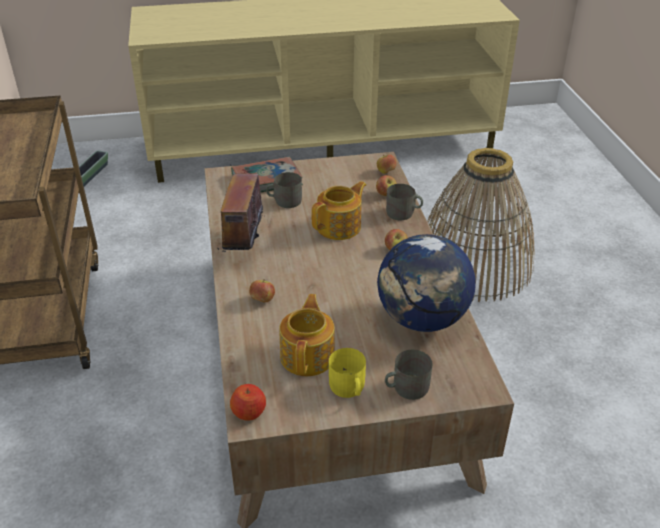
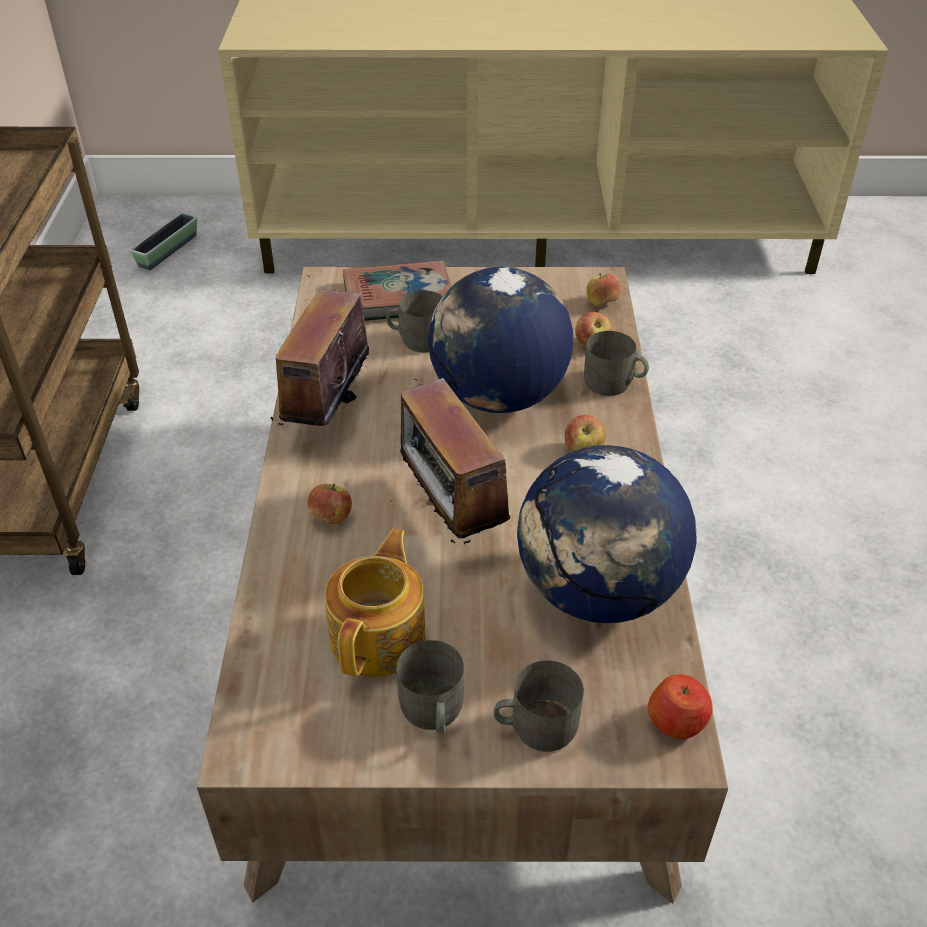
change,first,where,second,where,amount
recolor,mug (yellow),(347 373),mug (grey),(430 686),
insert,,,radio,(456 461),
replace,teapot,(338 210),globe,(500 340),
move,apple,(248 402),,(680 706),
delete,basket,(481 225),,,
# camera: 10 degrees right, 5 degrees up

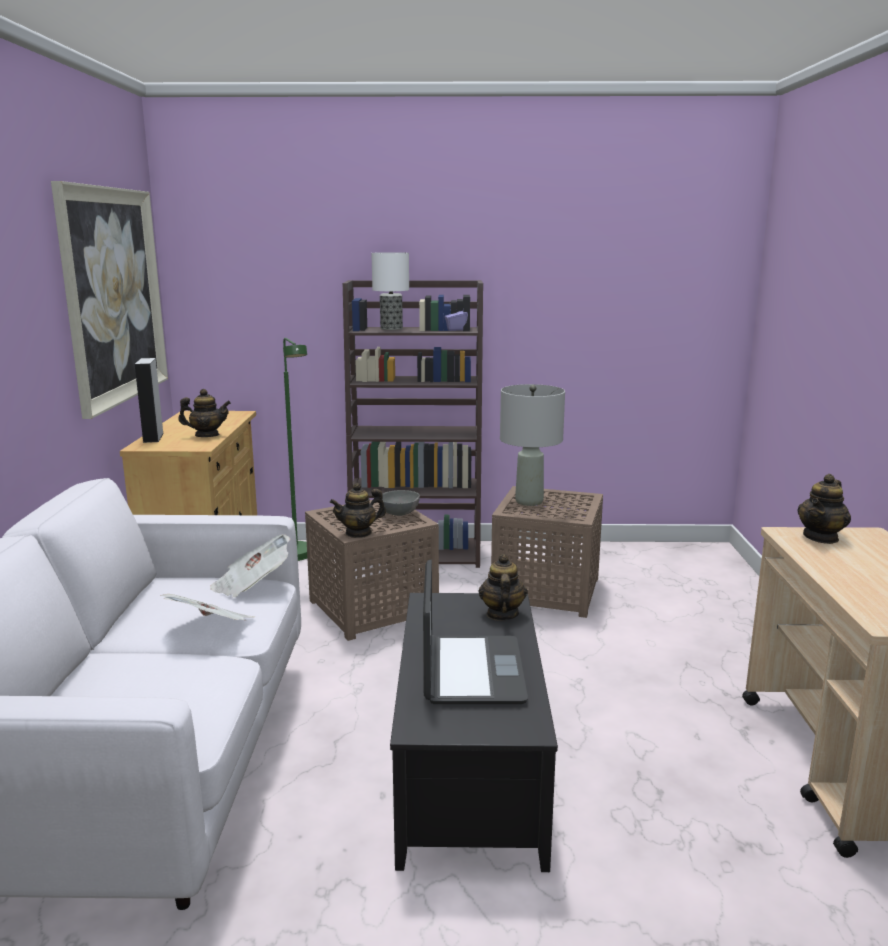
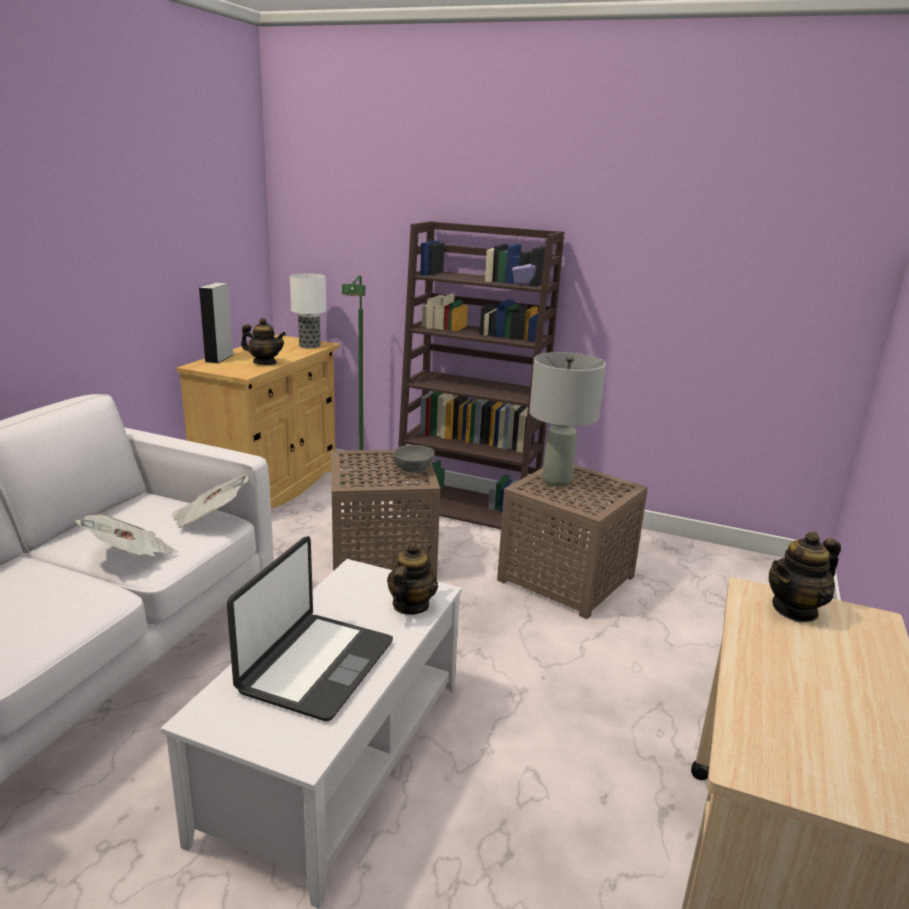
change,first,where,second,where,amount
recolor,coffee table (black),(474 732),coffee table (white),(311 734),
move,table lamp,(390 291),,(308 311),
delete,picture,(109 300),,,
delete,teapot,(358 510),,,
# camera: 20 degrees right, 5 degrees up

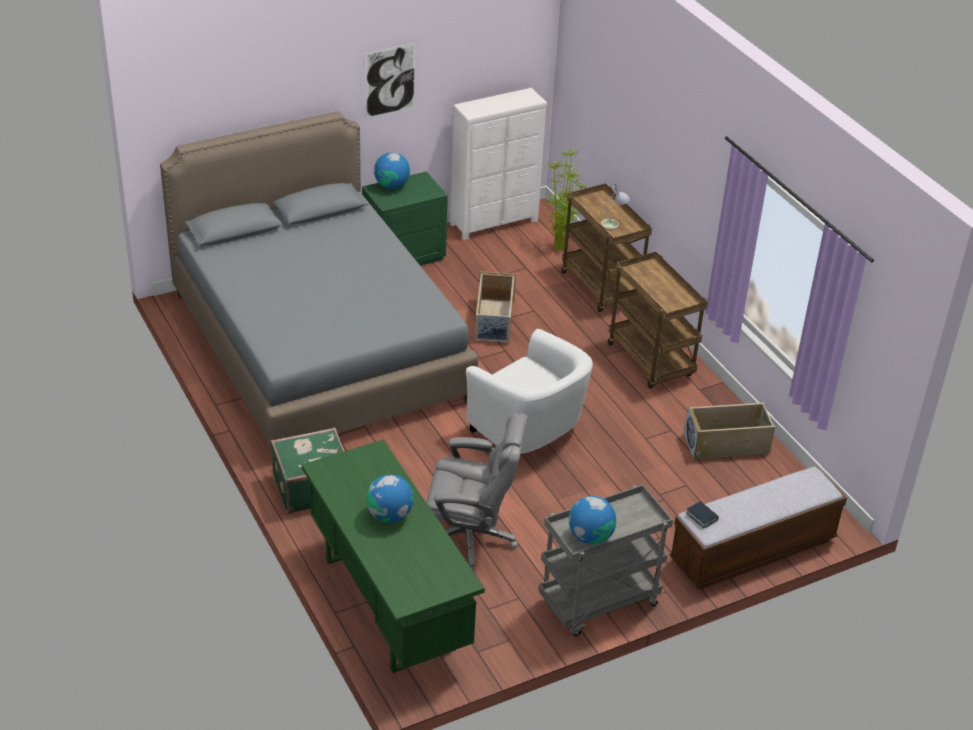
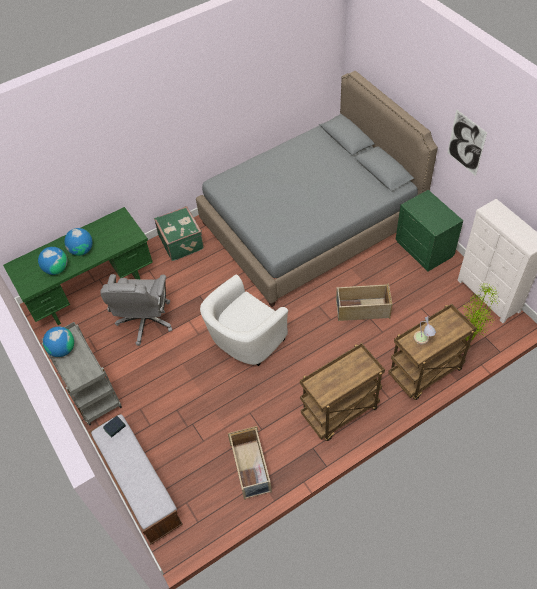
change,first,where,second,where,amount
move,globe,(392 171),,(52 261),
# camera: 90 degrees right, 15 degrees up

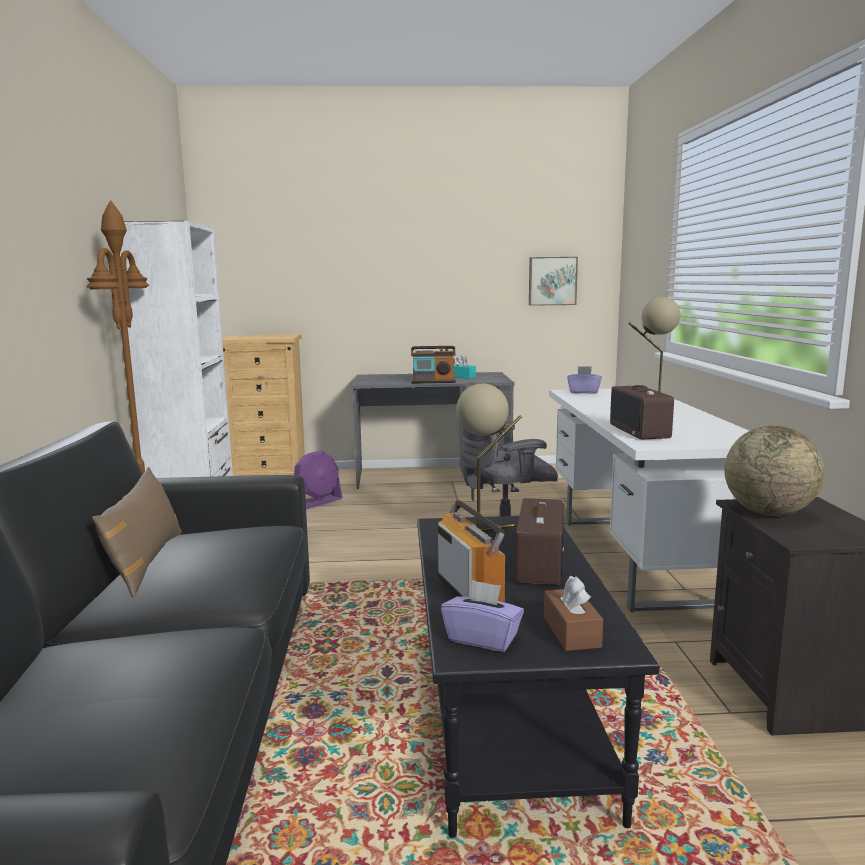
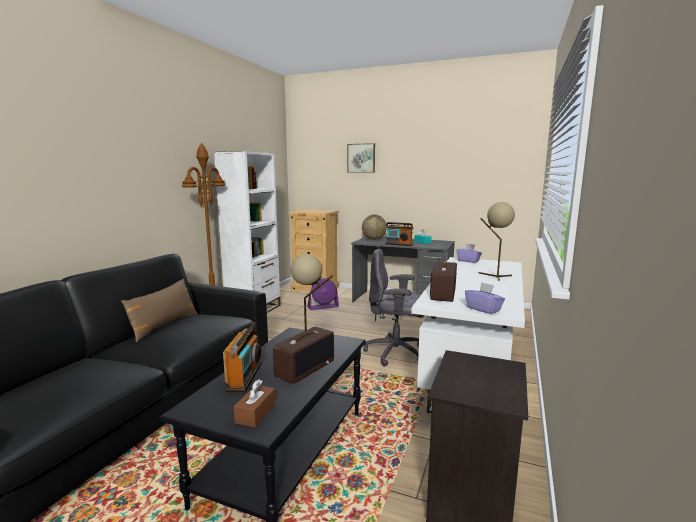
change,first,where,second,where,amount
move,picture,(553 281),,(361 158),
move,globe,(774 471),,(374 226),
move,tissue box (purple),(482 616),,(485 298),
# camera: 25 degrees right, 0 degrees up

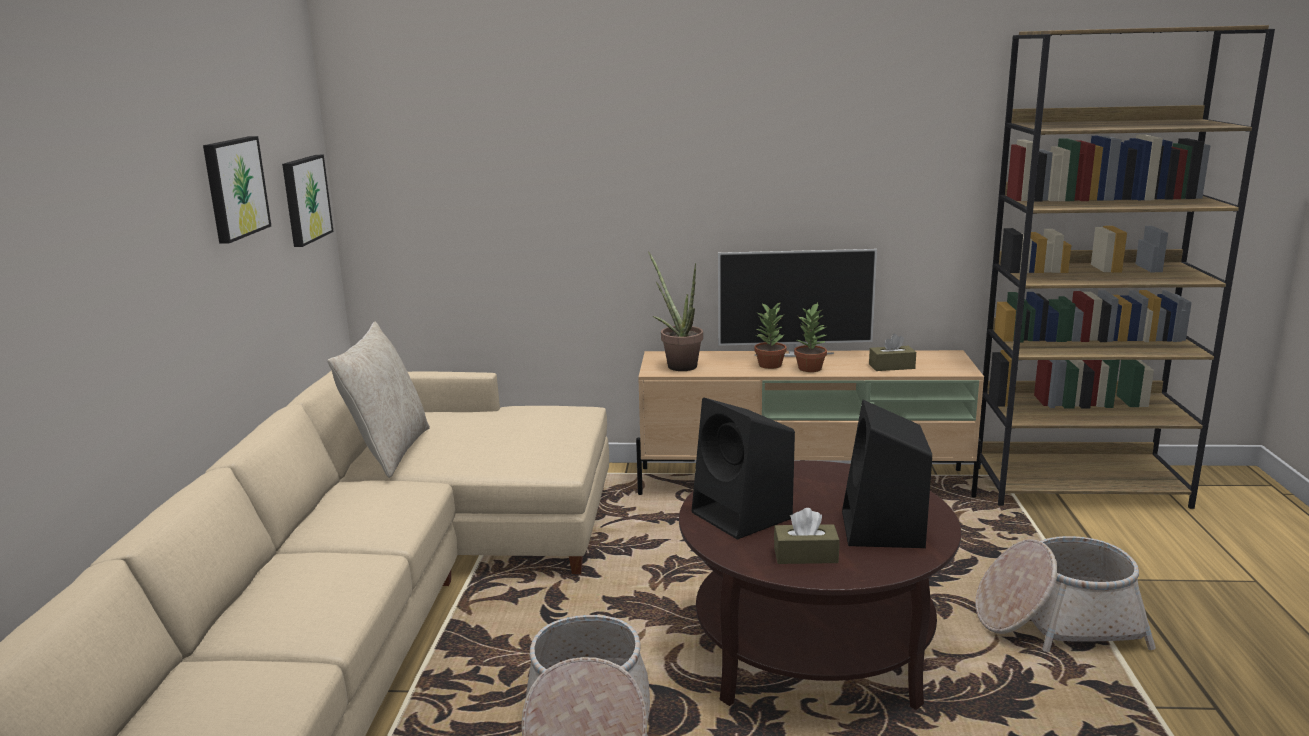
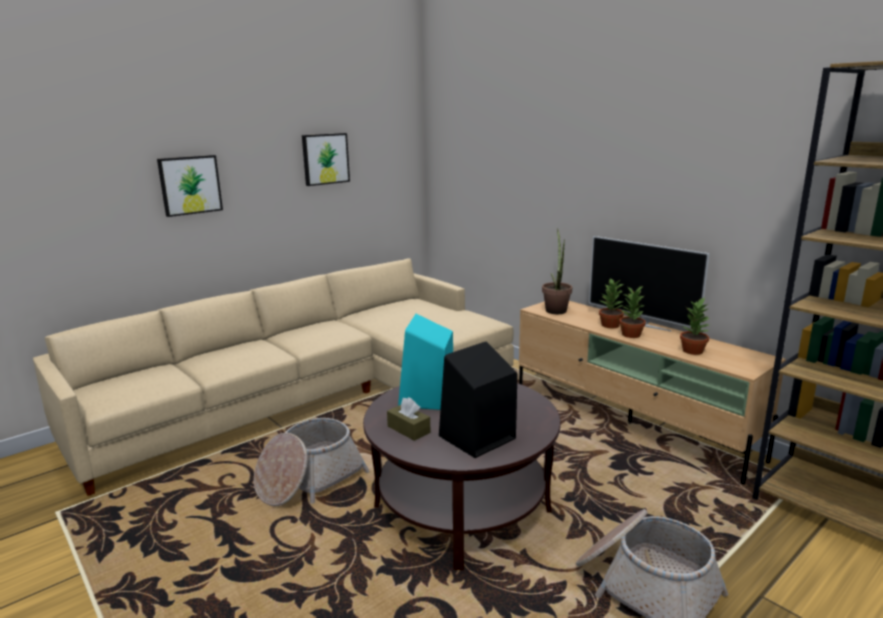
change,first,where,second,where,amount
move,picture,(308 201),,(190 186),
recolor,speaker (black),(743 468),speaker (turquoise),(425 362),
replace,tissue box (brown),(892 352),potted plant,(695 326),
delete,pillow (beige),(378 400),,,
# camera: 45 degrees right, 0 degrees up

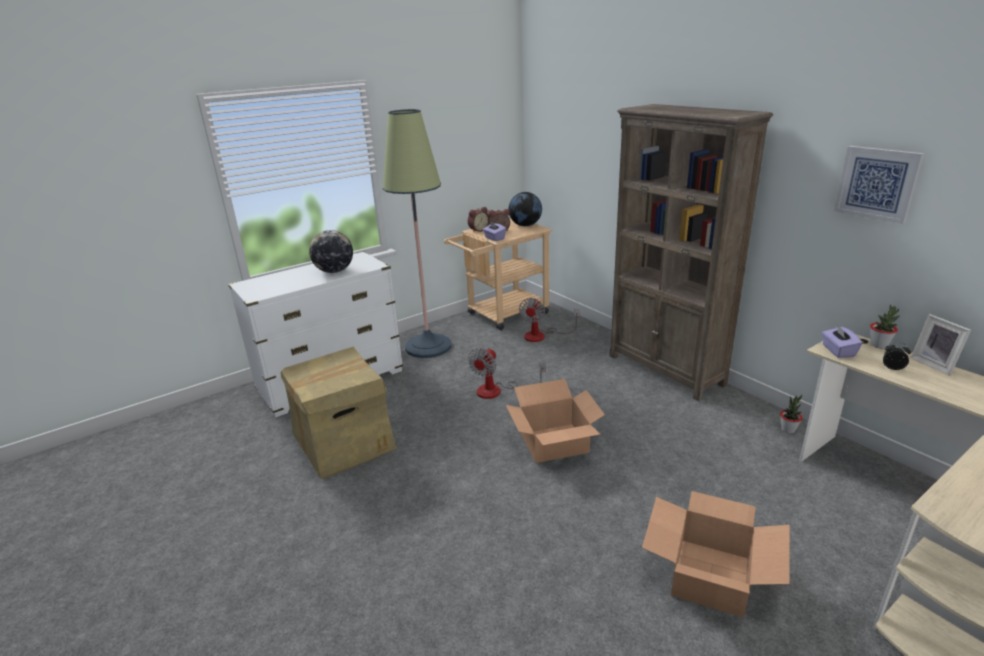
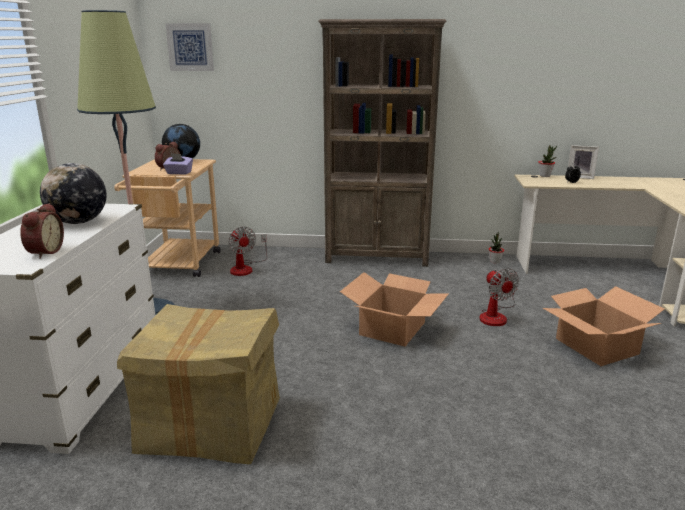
change,first,where,second,where,amount
move,alarm clock,(478 220),,(42 231),
move,picture,(879 185),,(189 47),
move,fan,(507 373),,(499 297),
delete,tissue box (purple),(842 341),,,
# camera: 50 degrees left, 5 degrees down

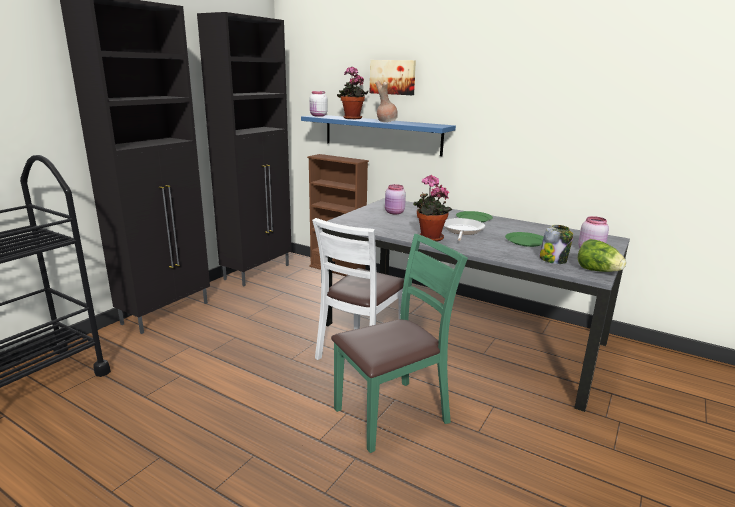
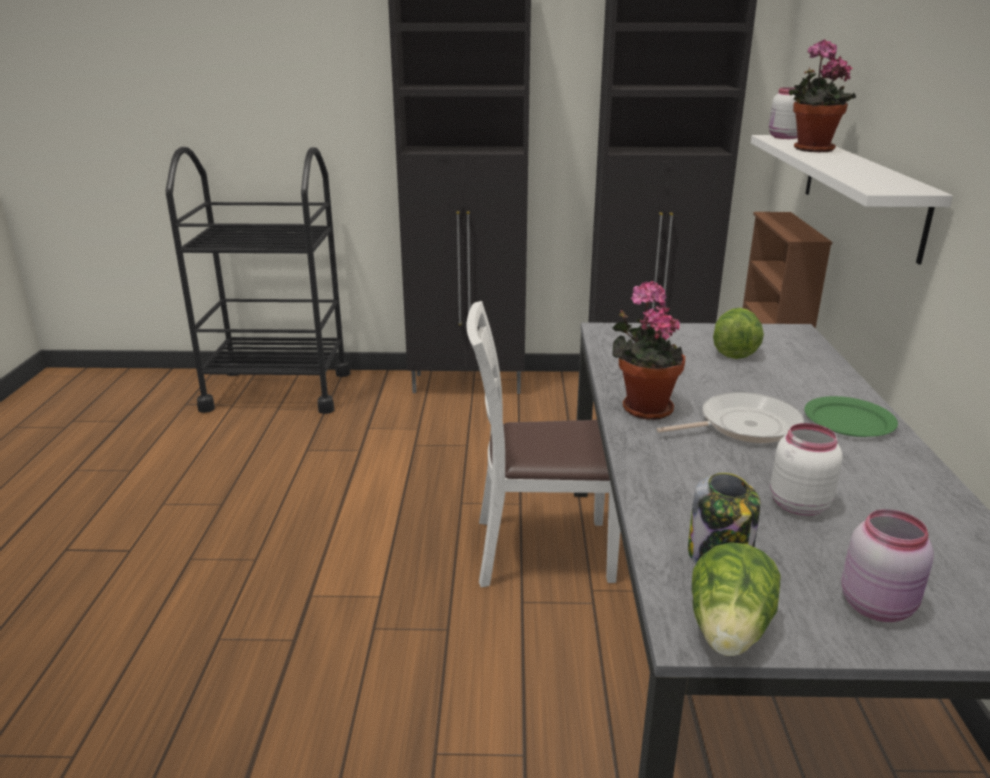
change,first,where,second,where,amount
replace,jar (pink),(395 199),lettuce,(738 333),
recolor,shelf (blue),(378 135),shelf (white),(852 199),
replace,plate (green),(524 239),jar (white),(806 469),
delete,chair (green),(399 343),,,
delete,picture,(393 77),,,
delete,vase (brown),(386 101),,,
# camera: 60 degrees right, 5 degrees up

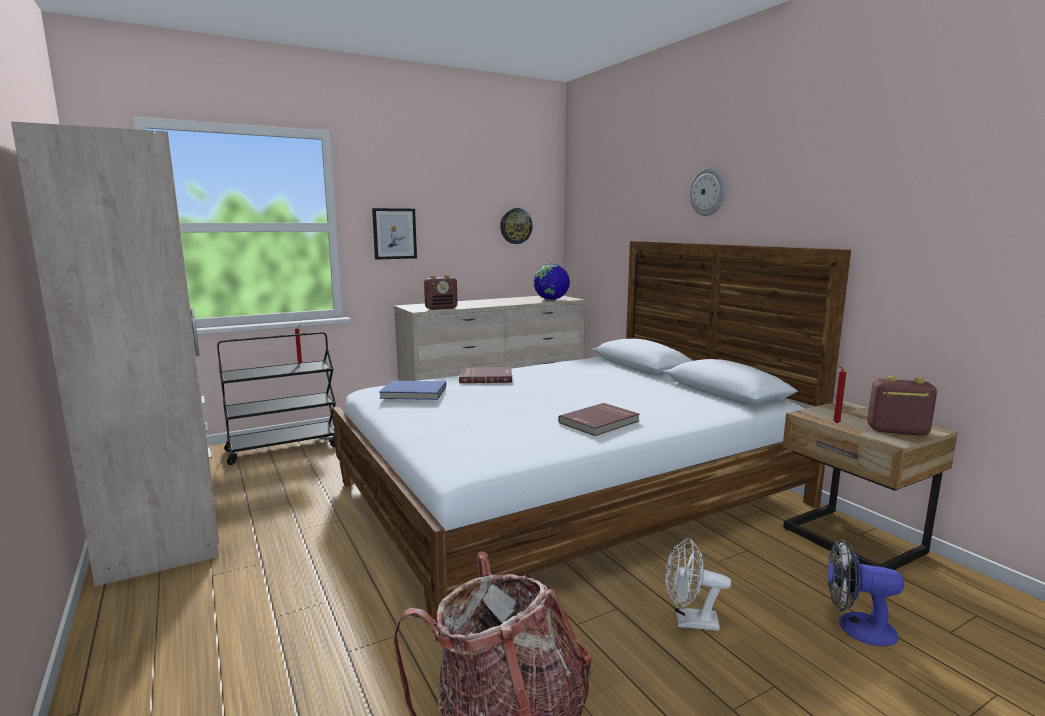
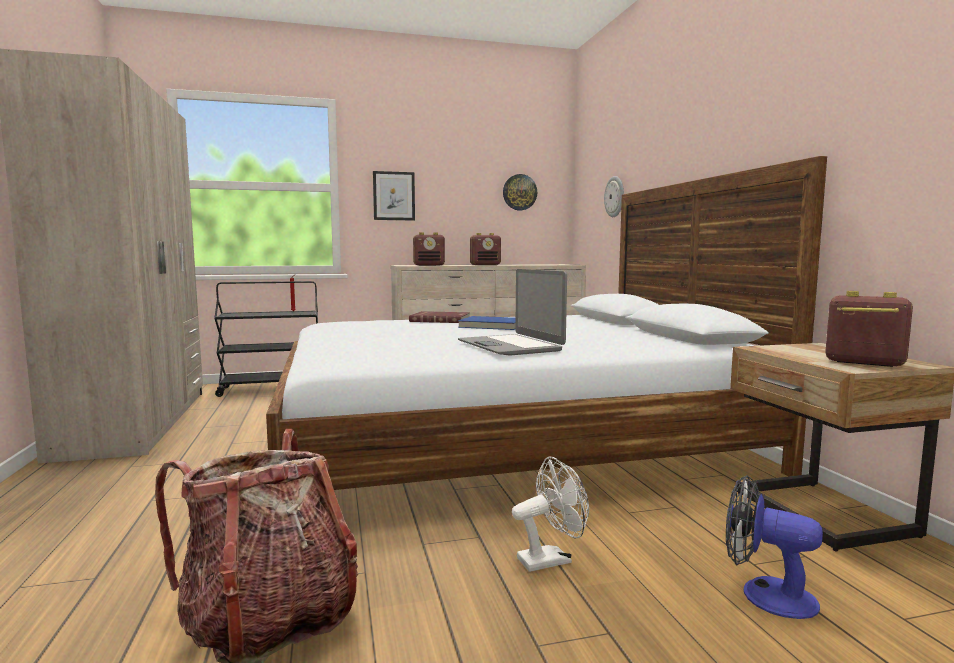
change,first,where,second,where,amount
replace,book (red),(599 419),laptop,(512 312),
move,book (blue),(412 390),,(487 323),
insert,,,radio,(485 249),
rotate,fan (white),(698 584),,(550 514),135 degrees clockwise
move,wall clock,(707 192),,(614 196),
delete,globe,(552 281),,,
delete,candle (red),(839 394),,,
# camera: 15 degrees right, 5 degrees down

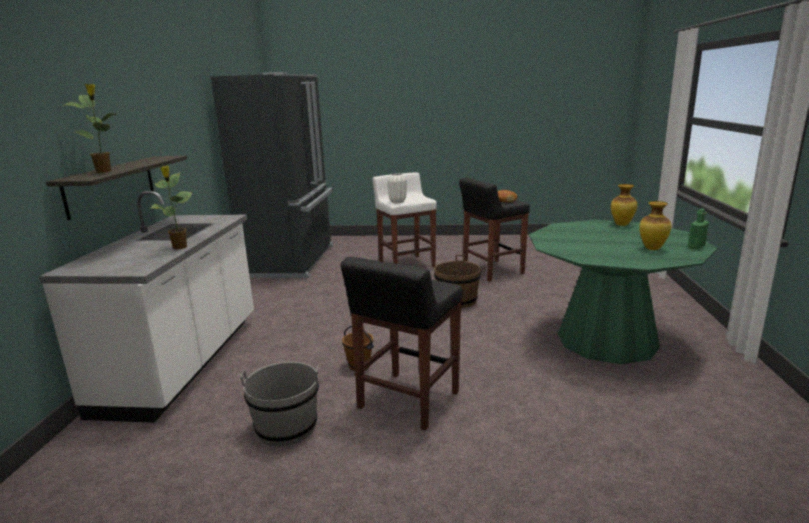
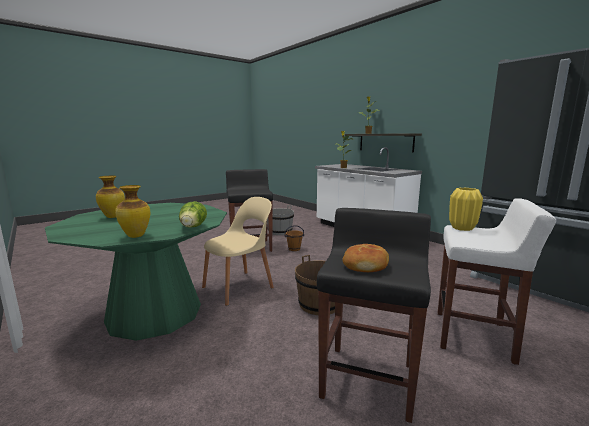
change,first,where,second,where,amount
insert,,,lettuce,(193 214),
insert,,,chair (beige),(238 251),
recolor,vase (white),(397 188),vase (yellow),(466 209),
delete,bottle (green),(698 229),,,
# camera: 135 degrees right, 5 degrees down

